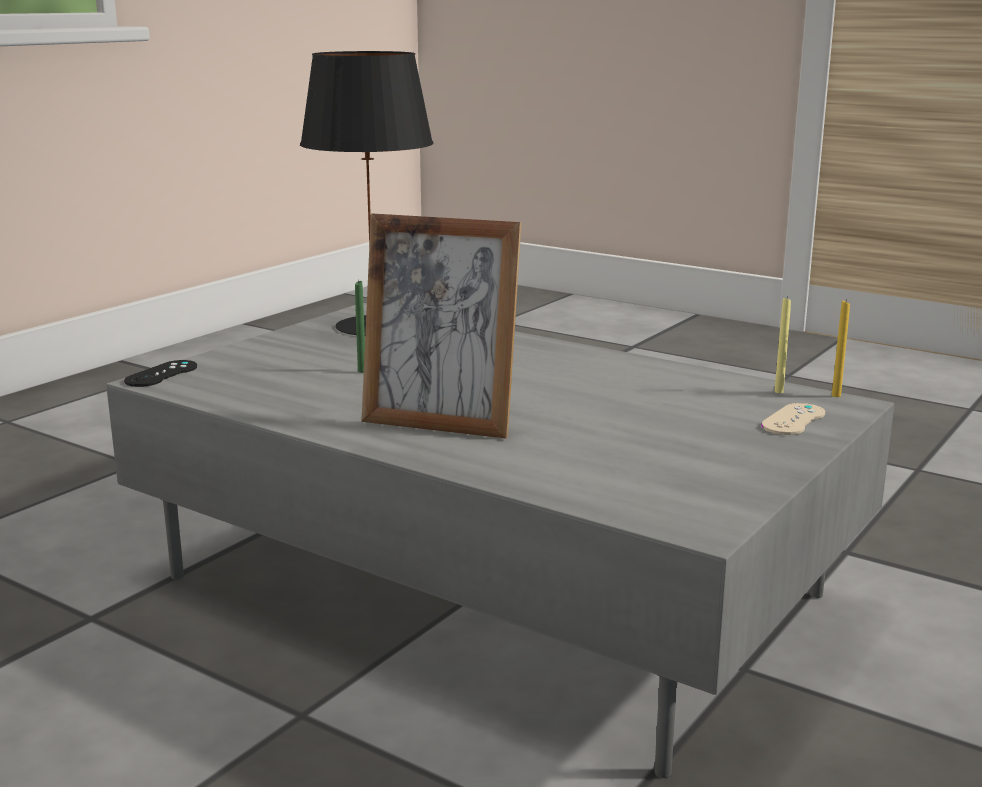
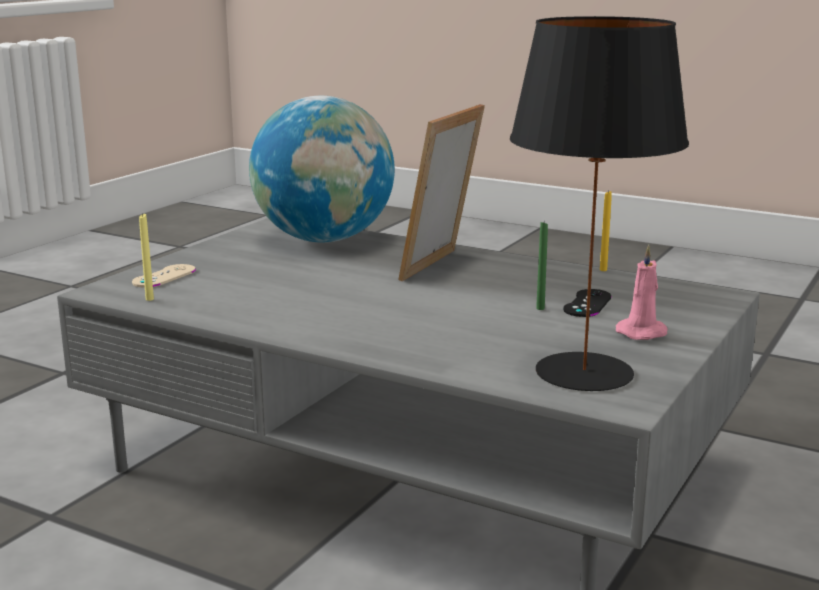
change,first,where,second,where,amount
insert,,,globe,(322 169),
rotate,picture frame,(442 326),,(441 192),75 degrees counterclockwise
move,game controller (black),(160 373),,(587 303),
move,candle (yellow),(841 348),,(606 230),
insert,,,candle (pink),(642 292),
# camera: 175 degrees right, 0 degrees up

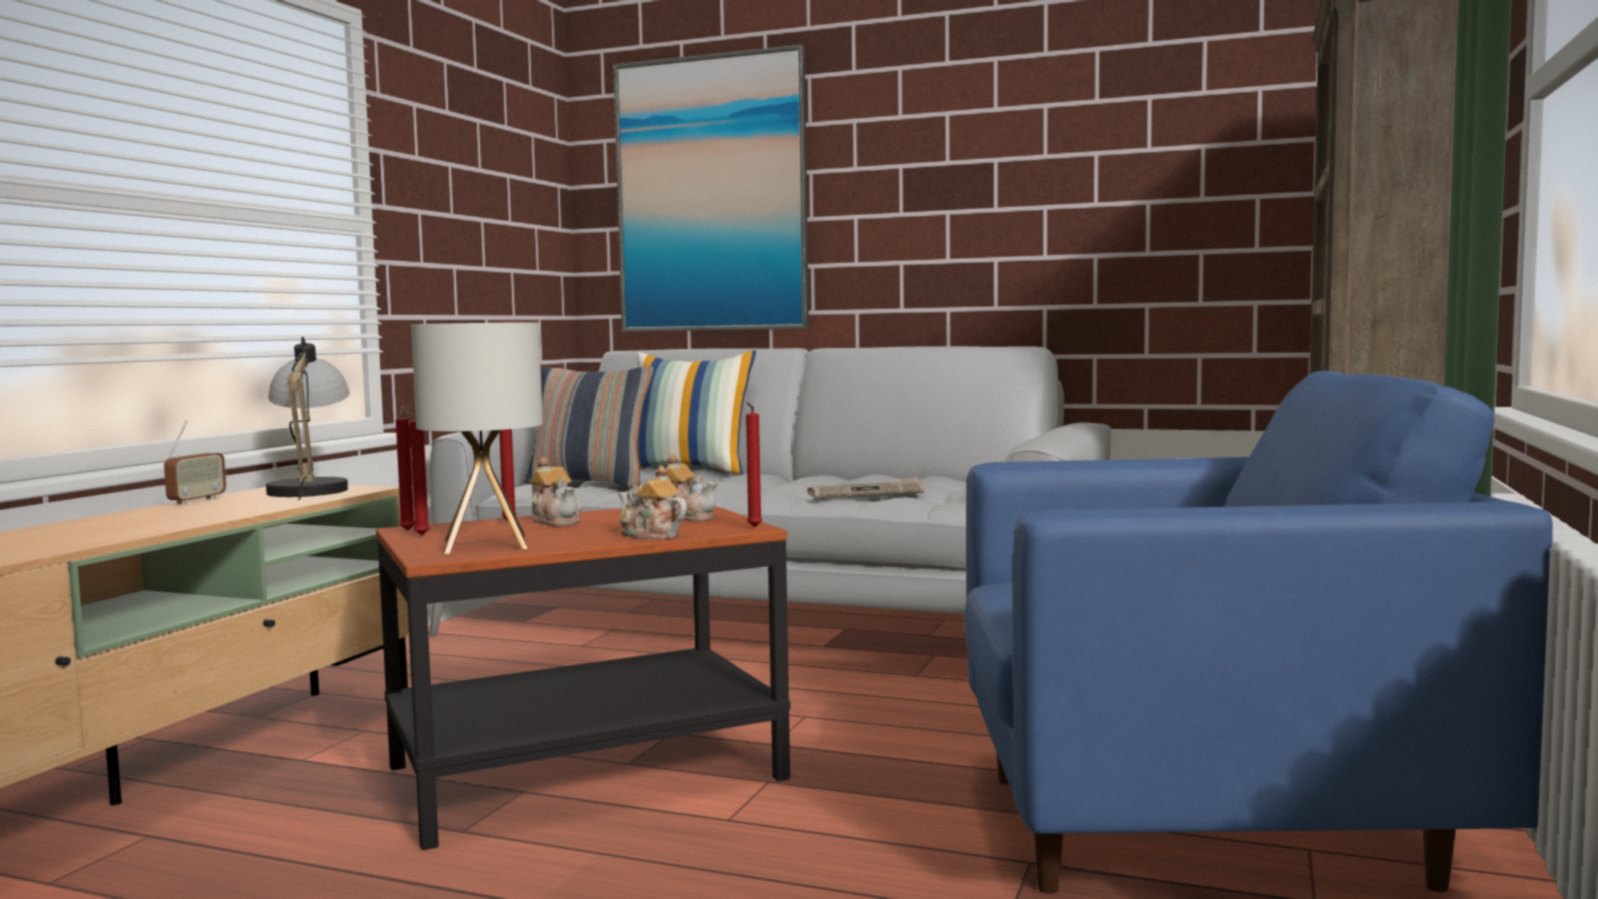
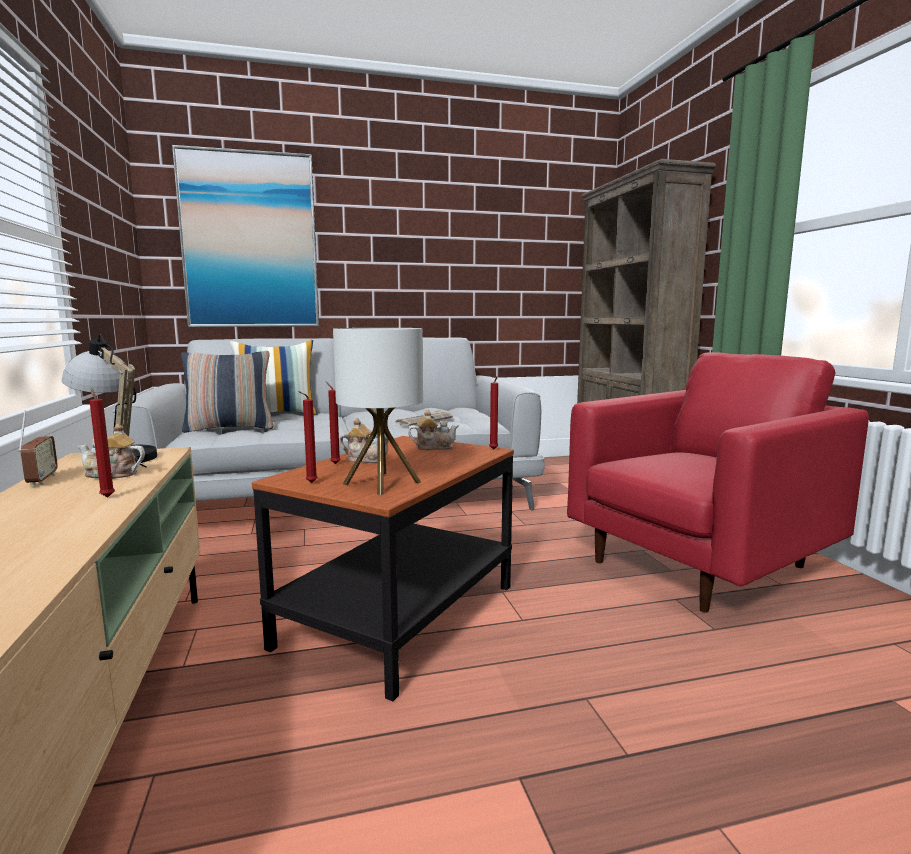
change,first,where,second,where,amount
move,teapot,(652 502),,(111 451),
move,candle (red),(405 468),,(102 442),
recolor,armchair (blue),(1258 632),armchair (red),(718 482),
# camera: 35 degrees left, 5 degrees up

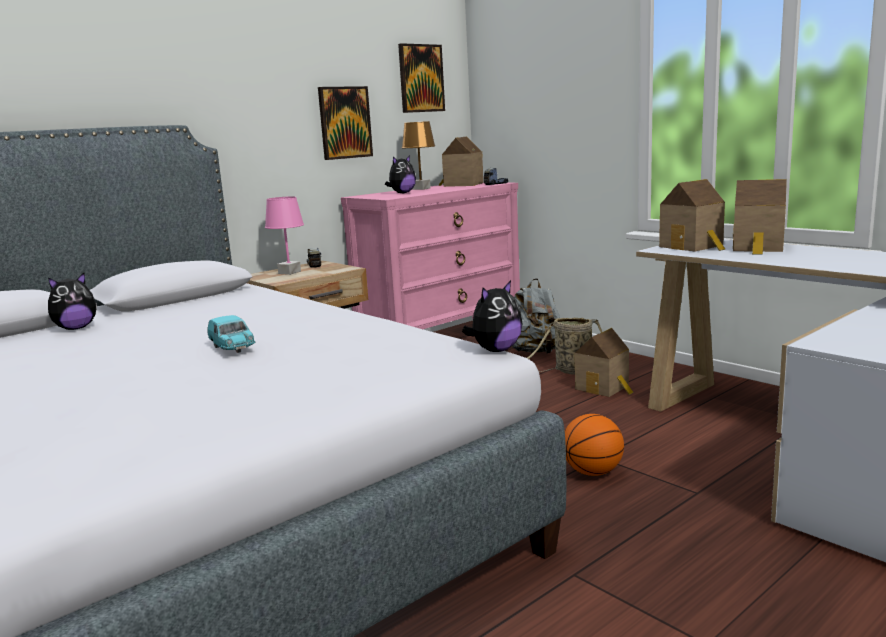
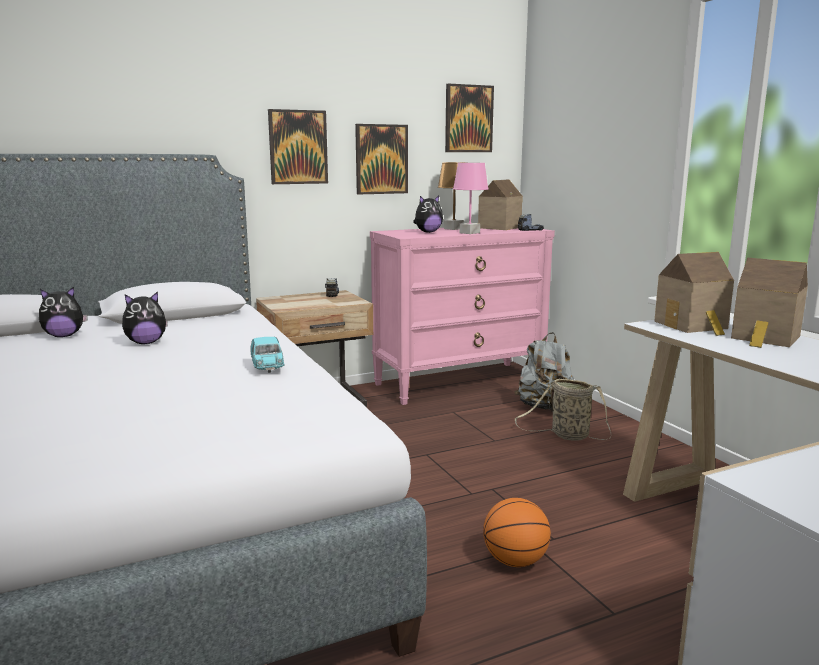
change,first,where,second,where,amount
move,plush toy,(492 316),,(145 318),
move,toy car (turquoise),(231 334),,(267 355),
insert,,,picture,(298 146),
move,table lamp (pink),(284 235),,(471 198),
delete,toy house,(604 362),,,
# camera: 15 degrees right, 0 degrees up

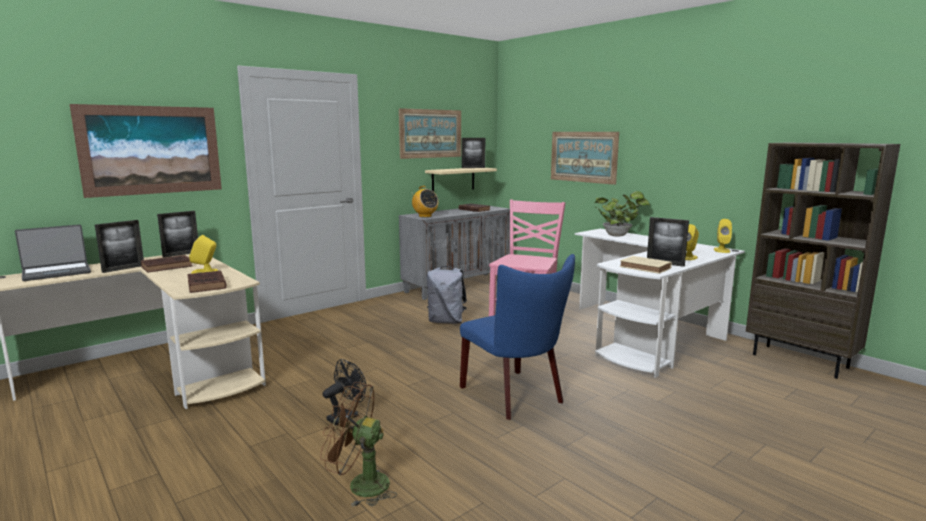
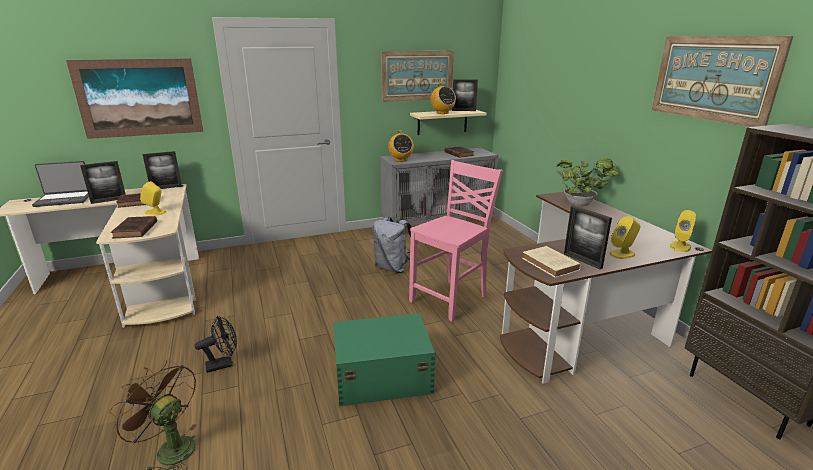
change,first,where,second,where,amount
replace,chair (blue),(517 337),storage box (green),(384 359),
insert,,,radio,(443 98),
recolor,desk (white),(660 303),desk (brown),(606 288),
move,picture,(585 158),,(722 81),
# camera: 20 degrees right, 10 degrees up

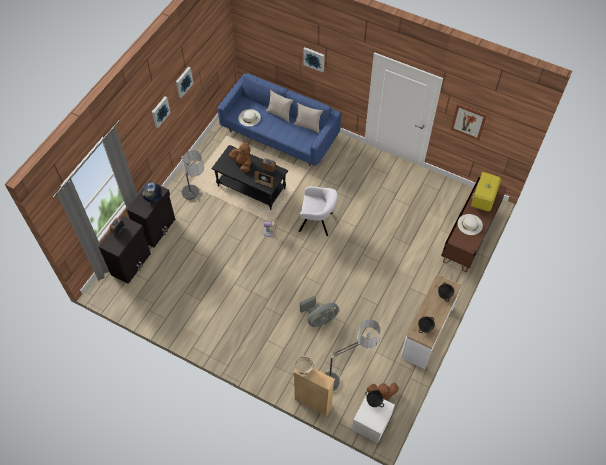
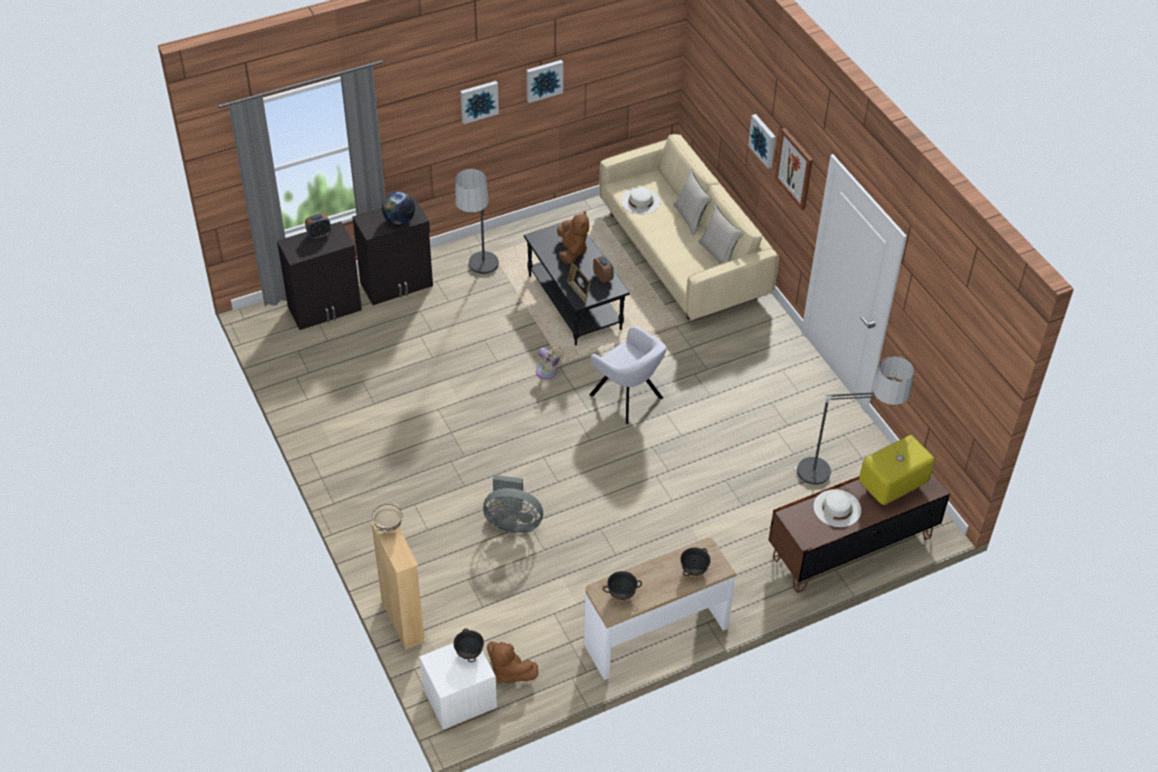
change,first,where,second,where,amount
recolor,sofa (blue),(279 119),sofa (beige),(689 227),
move,picture,(469 122),,(794 169),
move,floor lamp,(352 355),,(854 420),
# camera: 35 degrees right, 10 degrees down

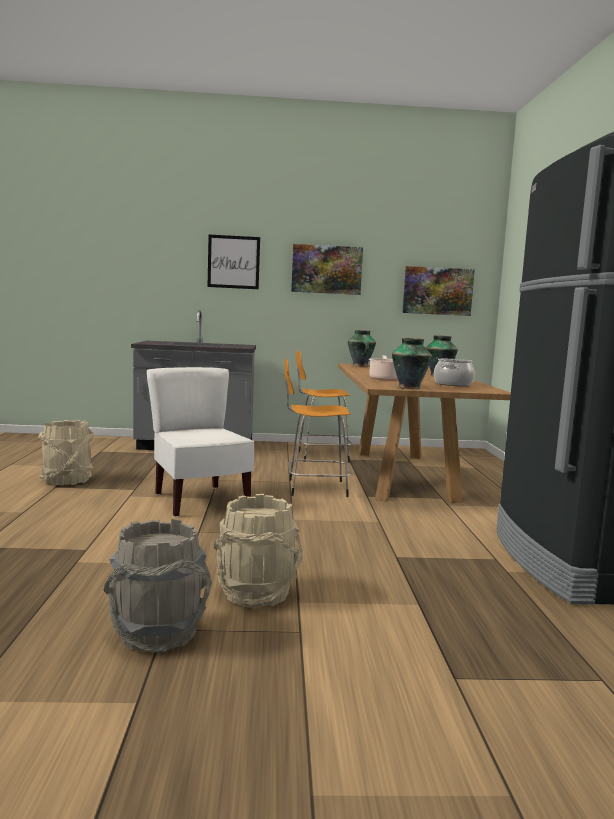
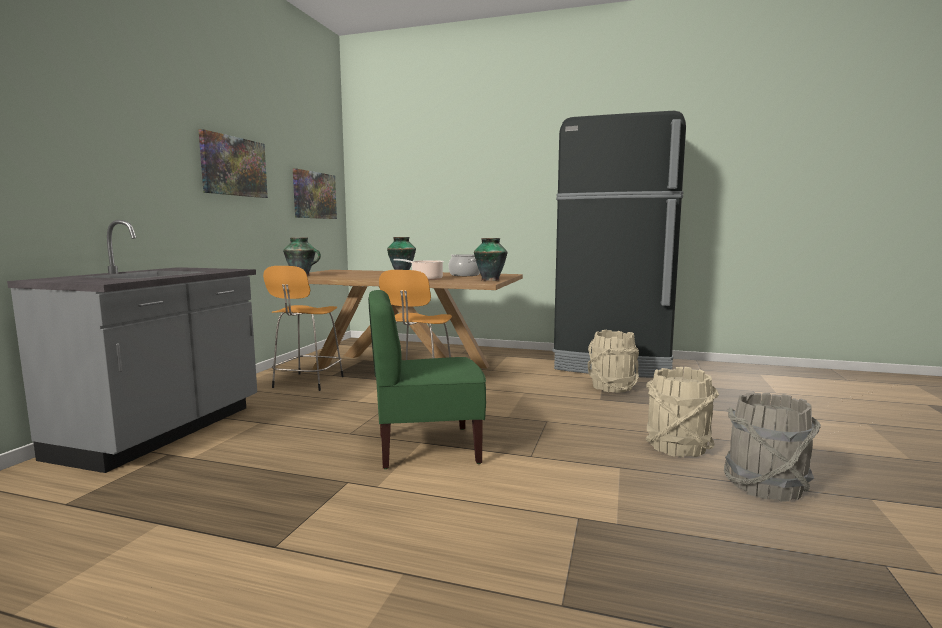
change,first,where,second,where,amount
recolor,chair (white),(200 442),chair (green),(427 379),
move,bucket (beige),(66 452),,(613 361),
delete,picture,(234 262),,,
# camera: 70 degrees left, 0 degrees up

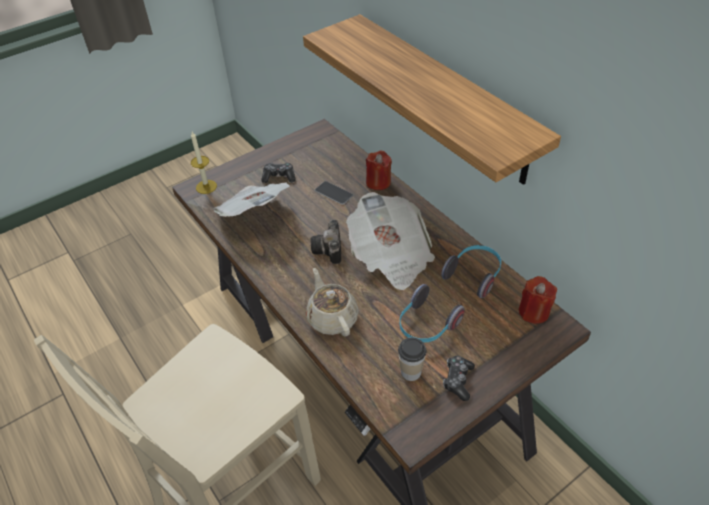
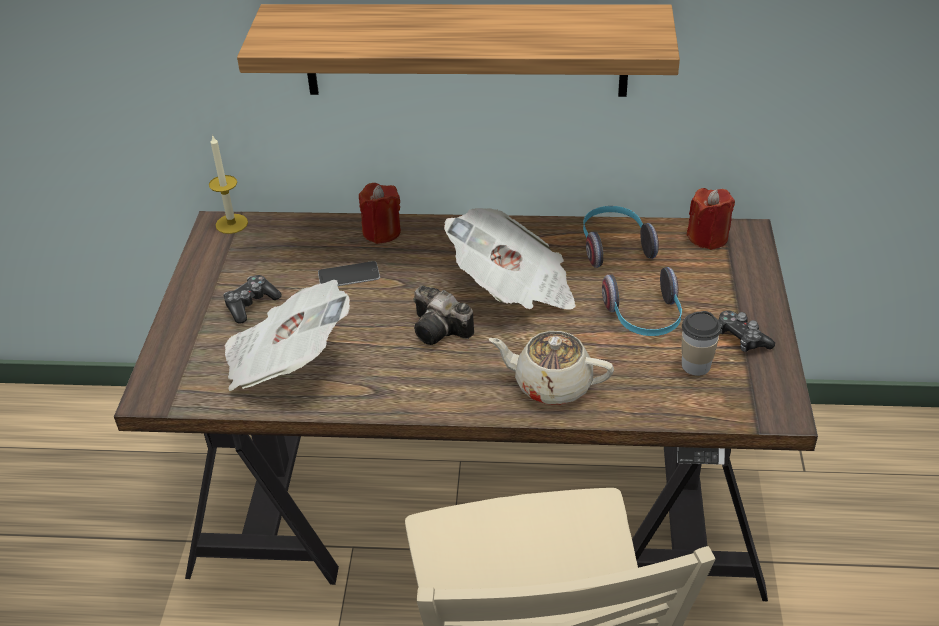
change,first,where,second,where,amount
move,candle,(204 163),,(228 184),
# camera: 50 degrees left, 5 degrees down

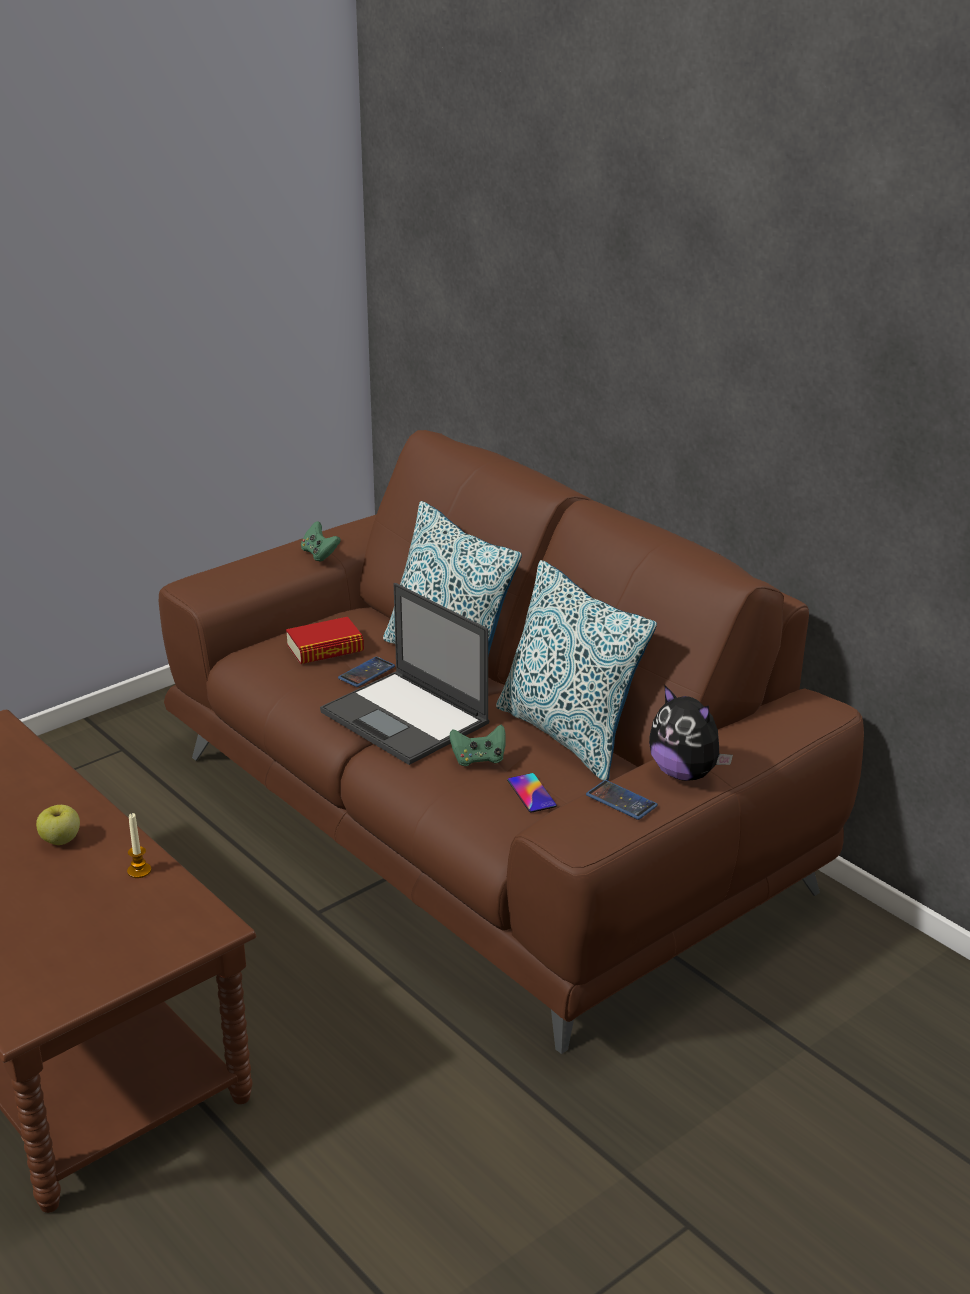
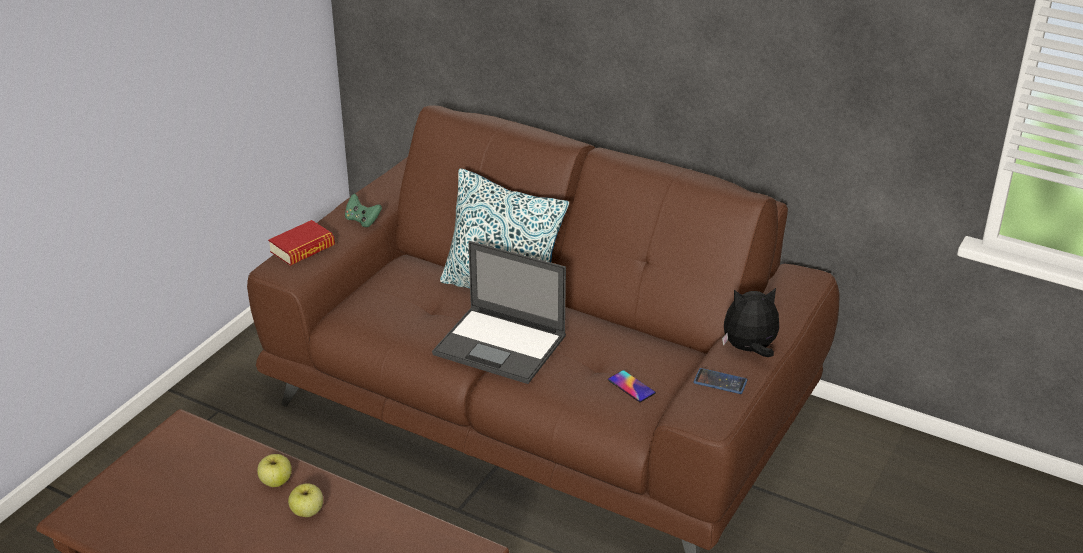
change,first,where,second,where,amount
insert,,,apple,(274 470),
move,book,(325 640),,(301 243),
rotate,plush toy,(691 733),,(750 322),150 degrees clockwise
delete,candle,(139 845),,,
delete,phone,(366 671),,,
delete,game controller (green),(478 745),,,
delete,pillow,(576 670),,,
# camera: 20 degrees left, 5 degrees up

